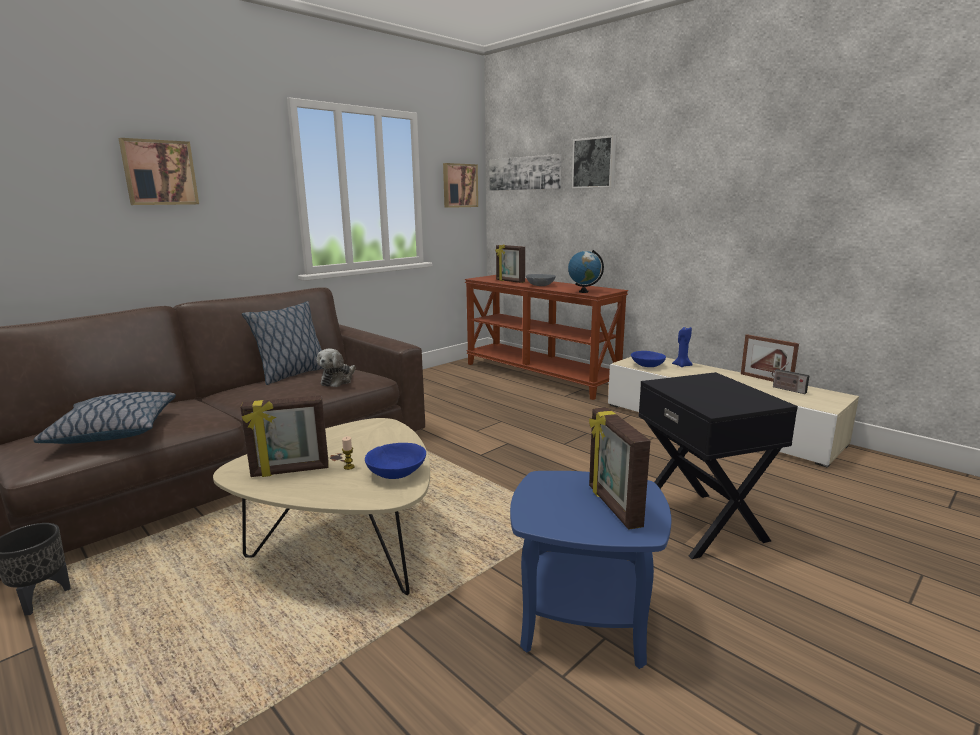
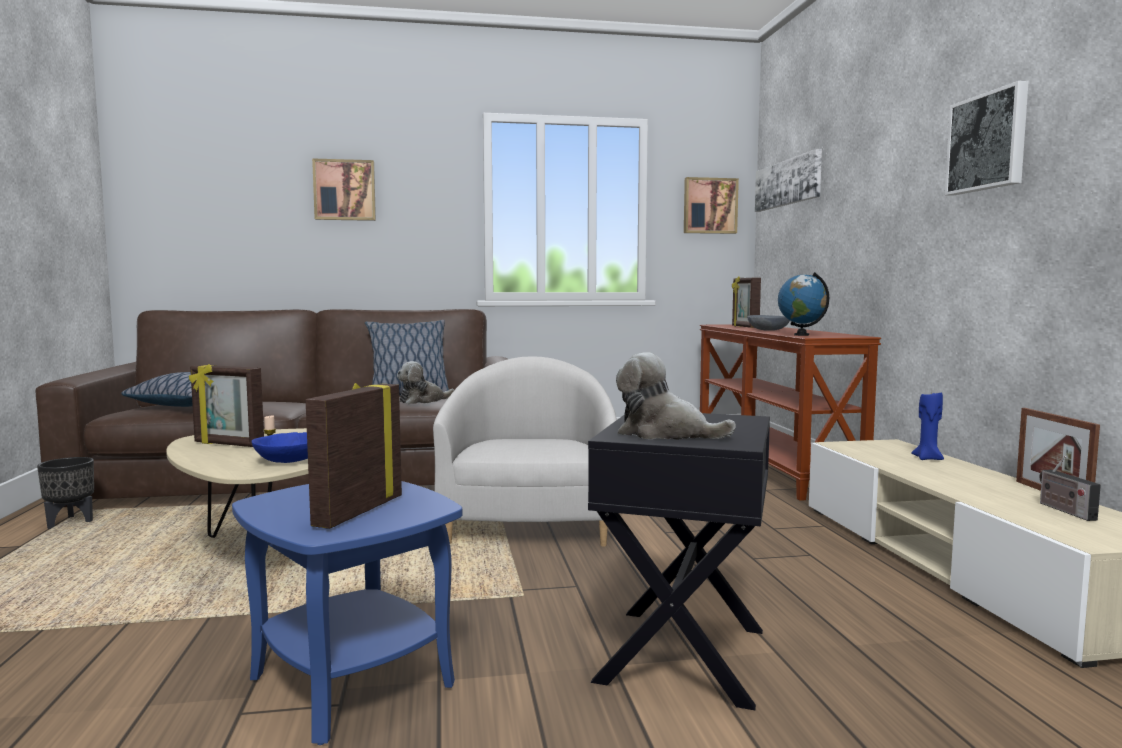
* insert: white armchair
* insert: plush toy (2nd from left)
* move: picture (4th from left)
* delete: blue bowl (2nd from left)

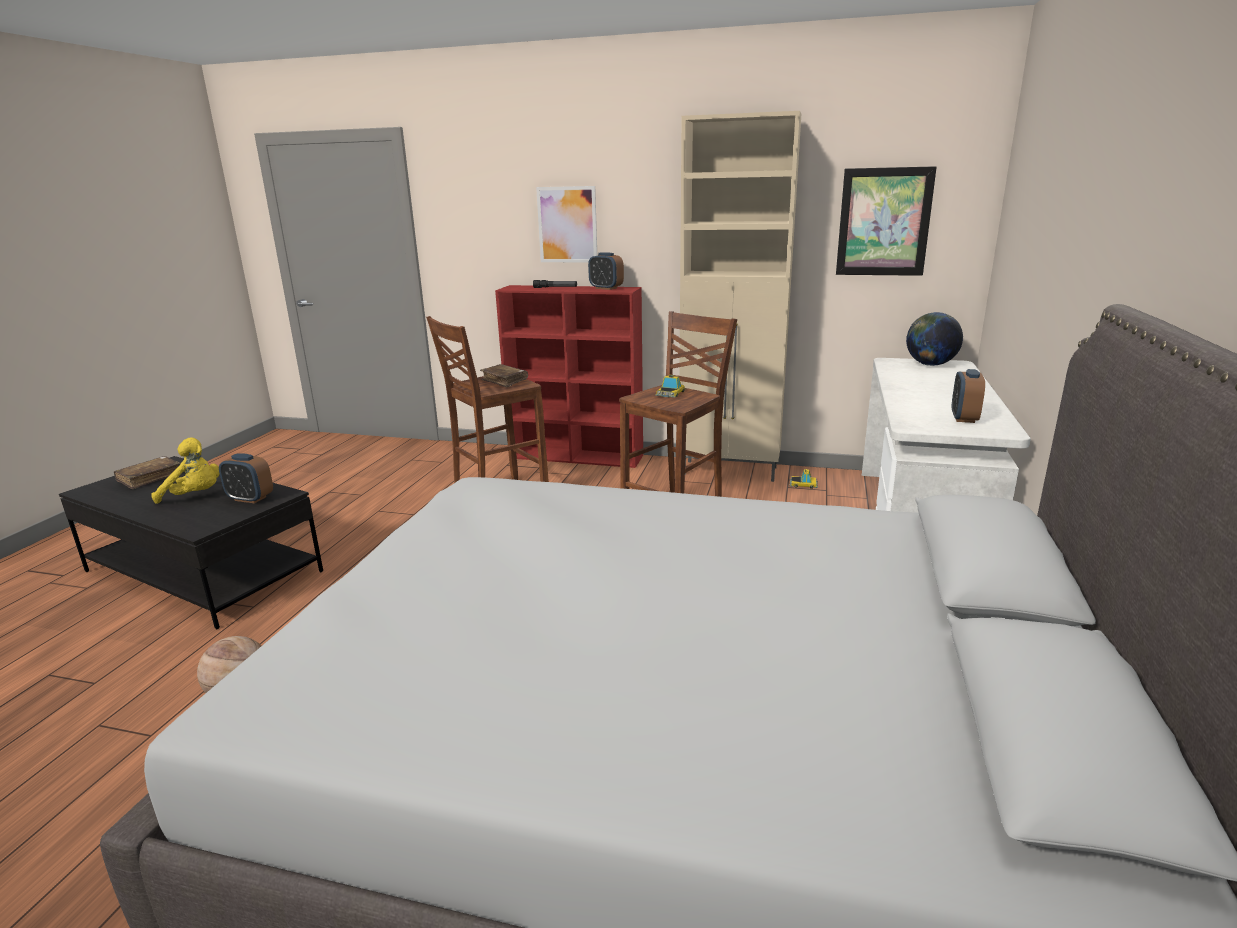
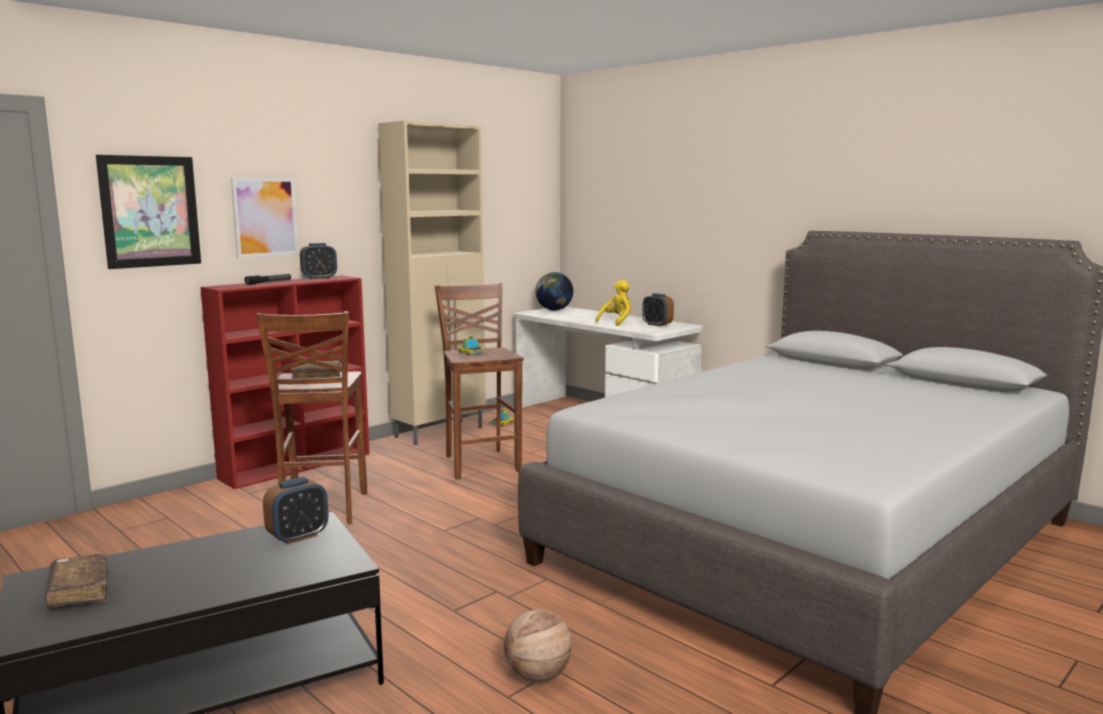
* move: picture (2nd from left in the first image) to picture (1st from left)
* move: yellow plush toy

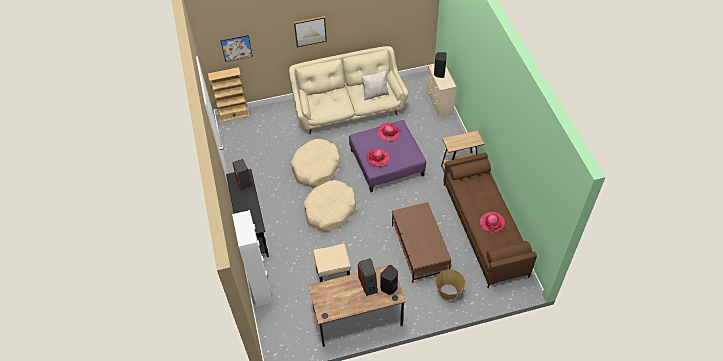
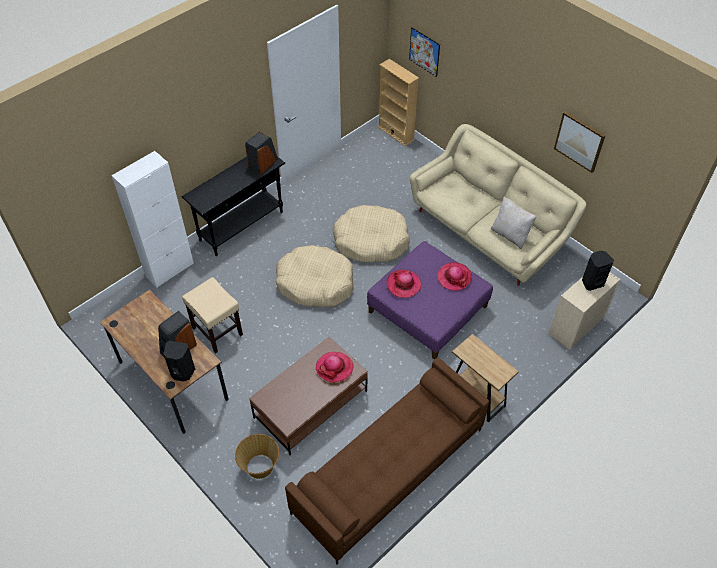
* move: hat (3rd from left in the first image) to hat (1st from left)
* move: picture (2nd from left)

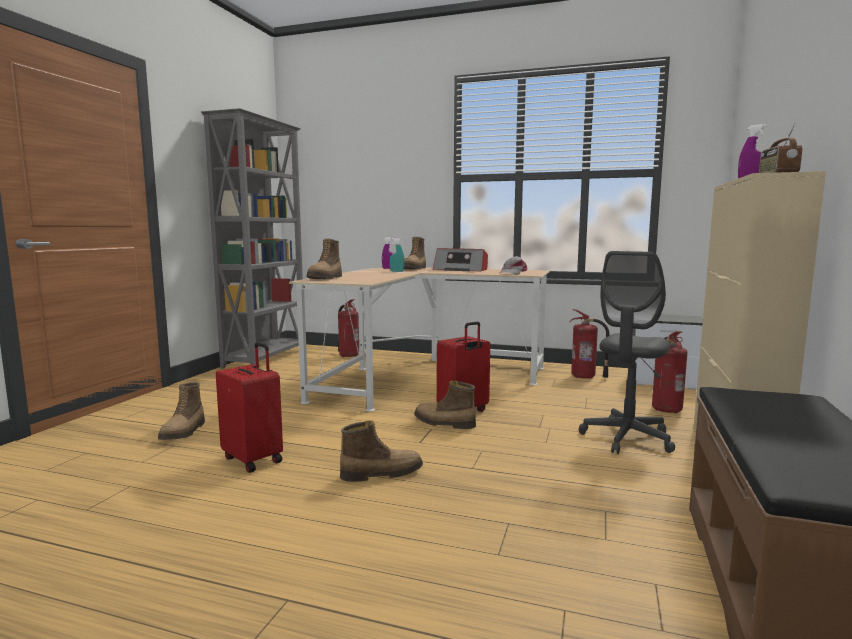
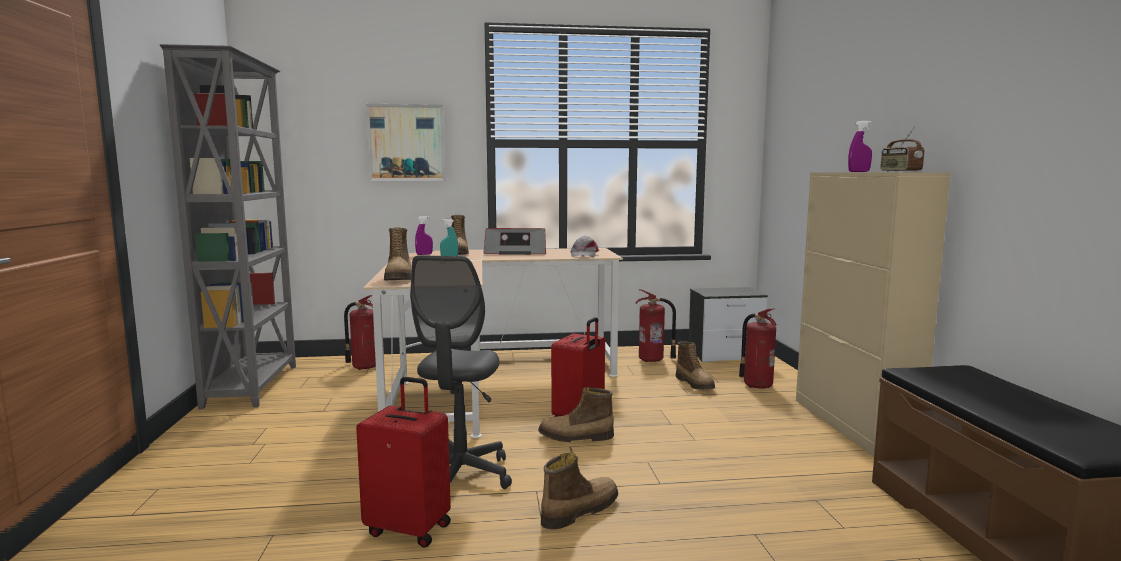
* insert: picture
* move: grey office chair
* move: boot (1st from left in the first image) to boot (5th from left)

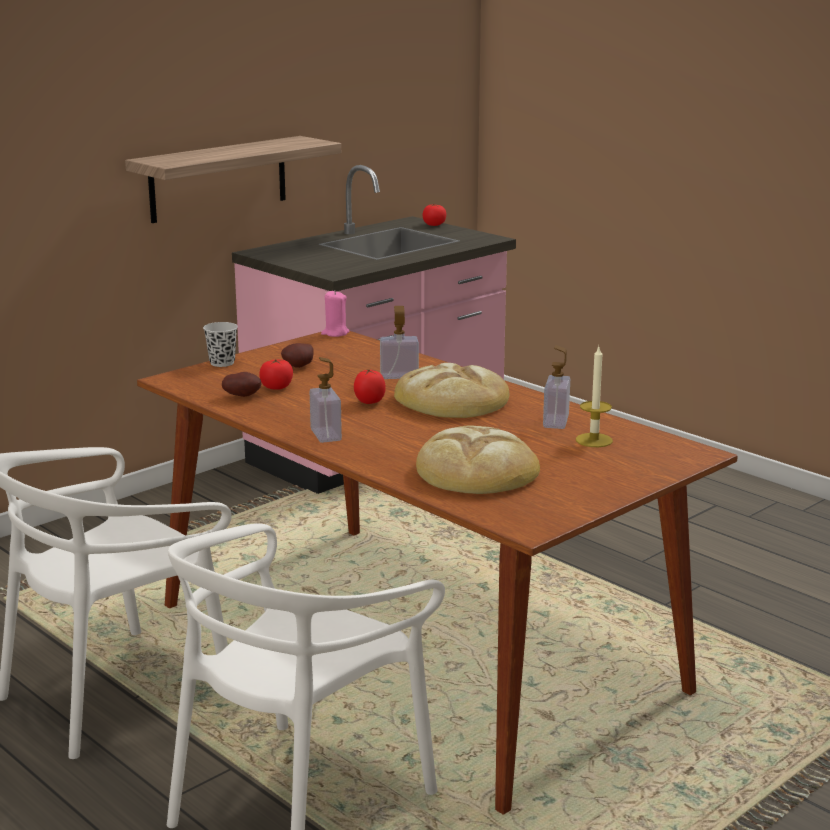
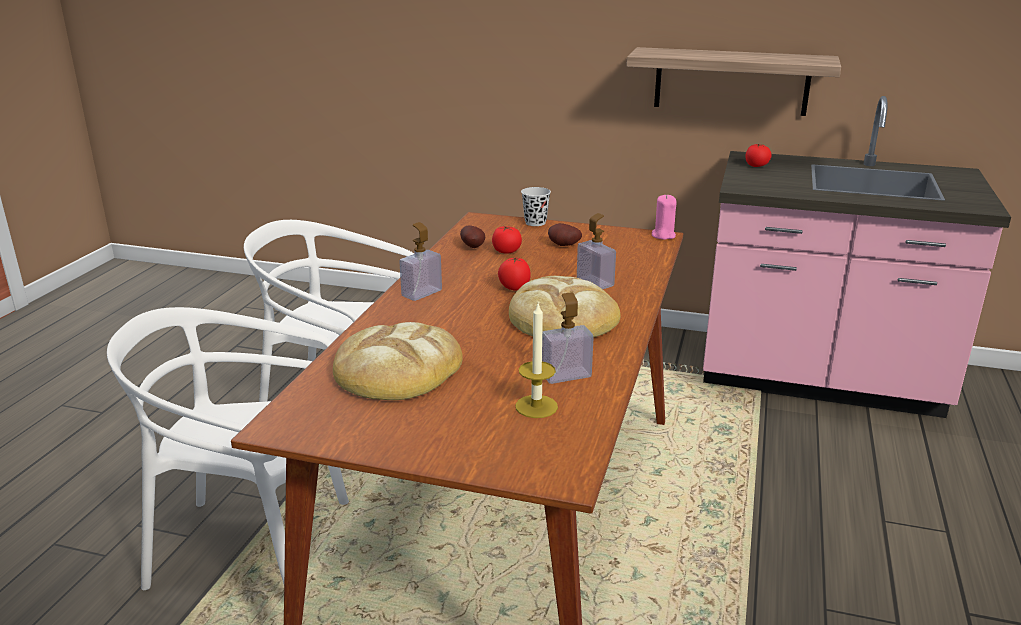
* move: tomato (3rd from left)

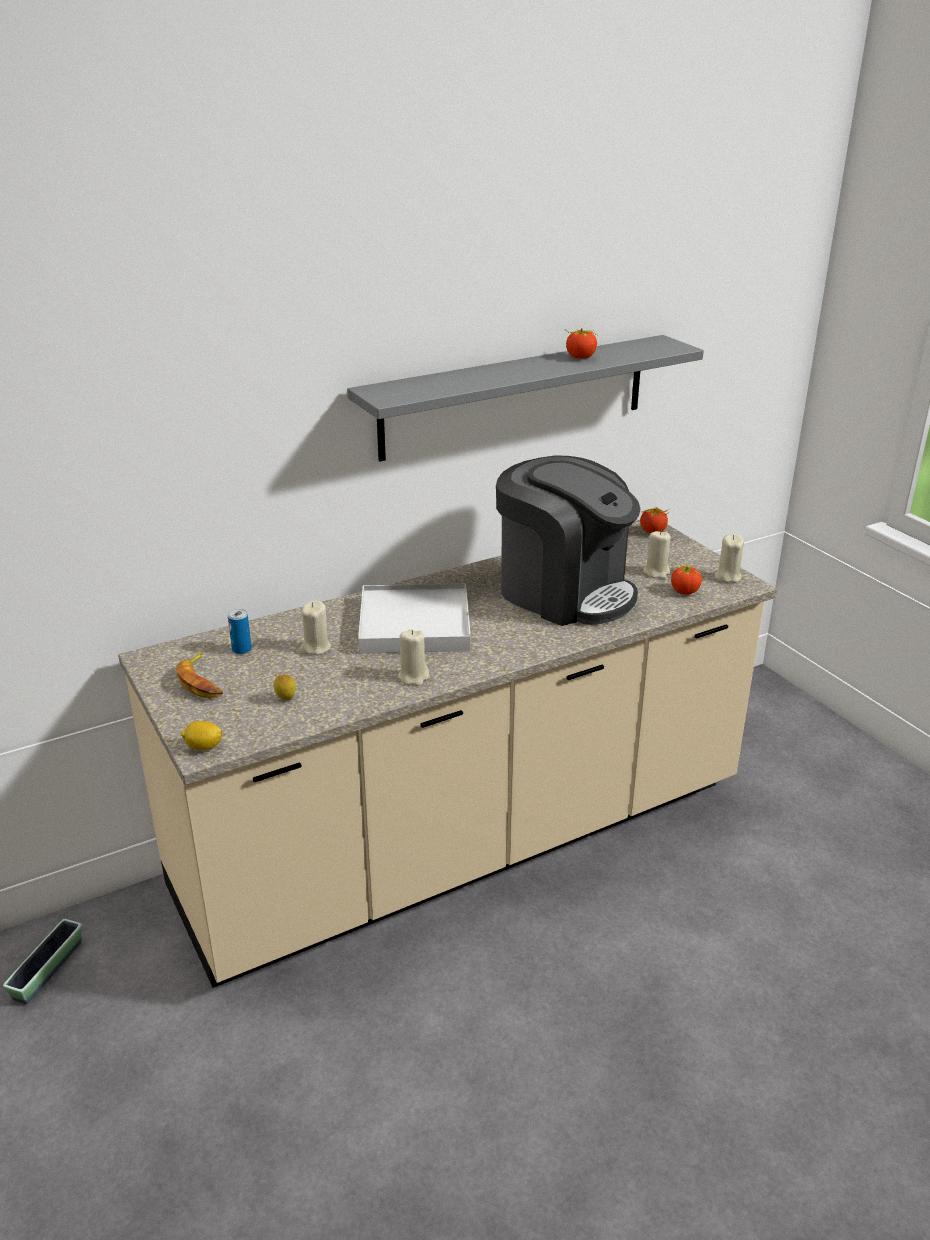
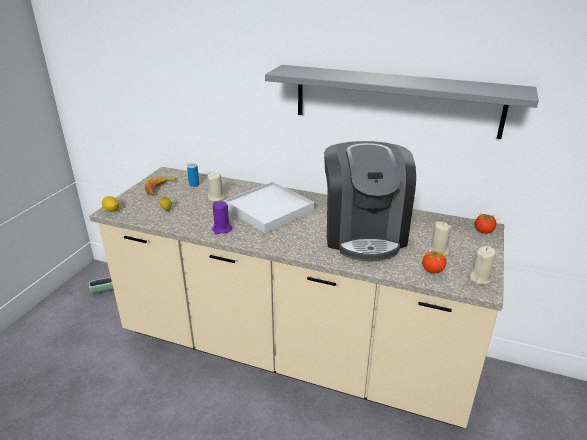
* recolor: beige candle (2nd from left) to purple candle
* delete: tomato (1st from left)

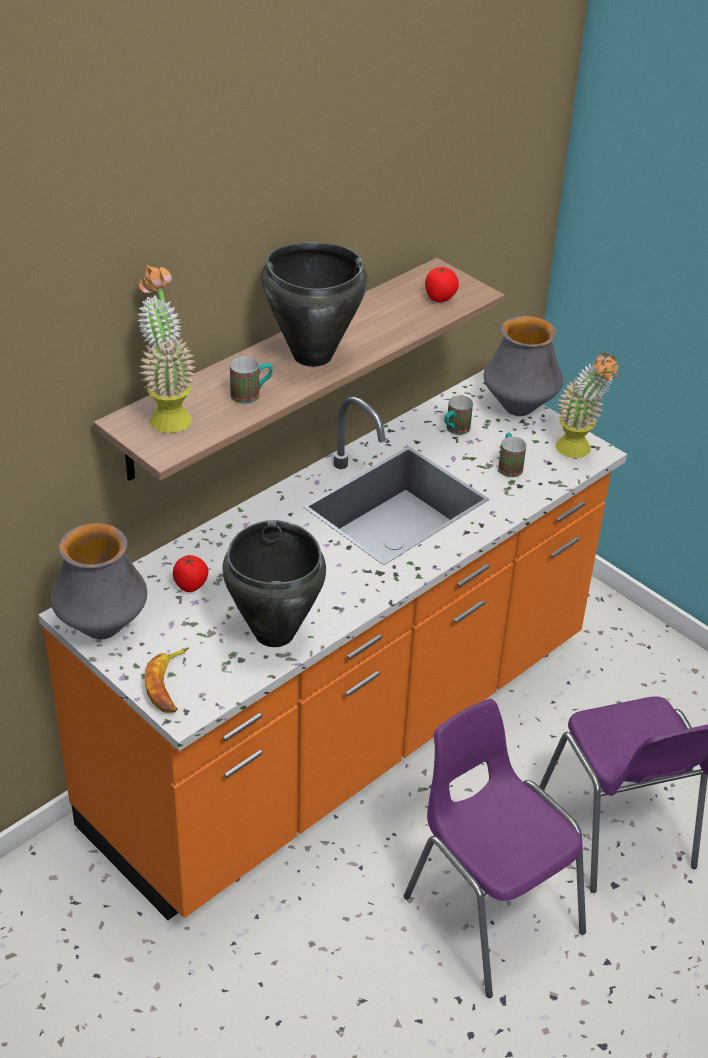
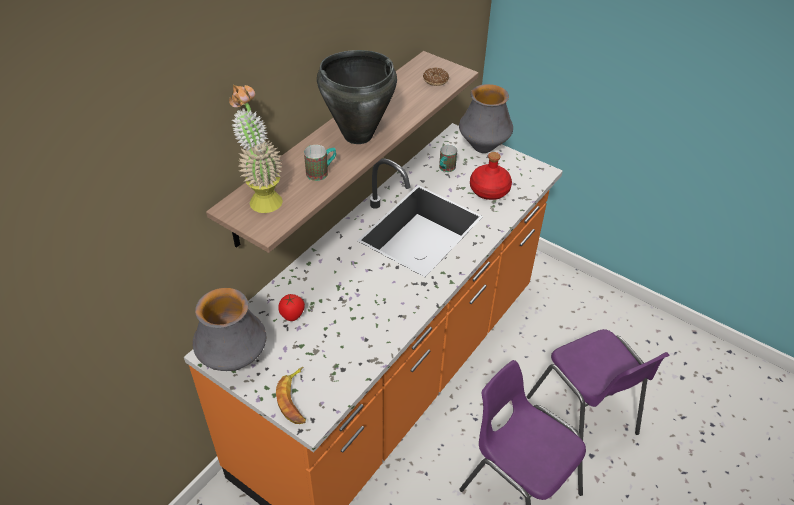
* replace: tomato (2nd from left) to donut
* replace: mug (3rd from left) to red bottle
* delete: black cooking pot (1st from left)
* delete: potted plant (2nd from left)

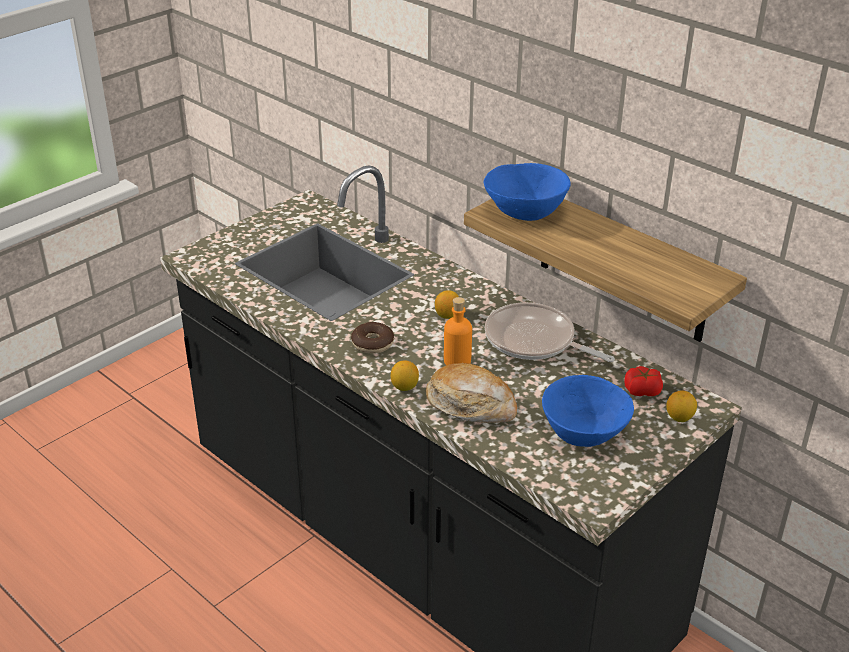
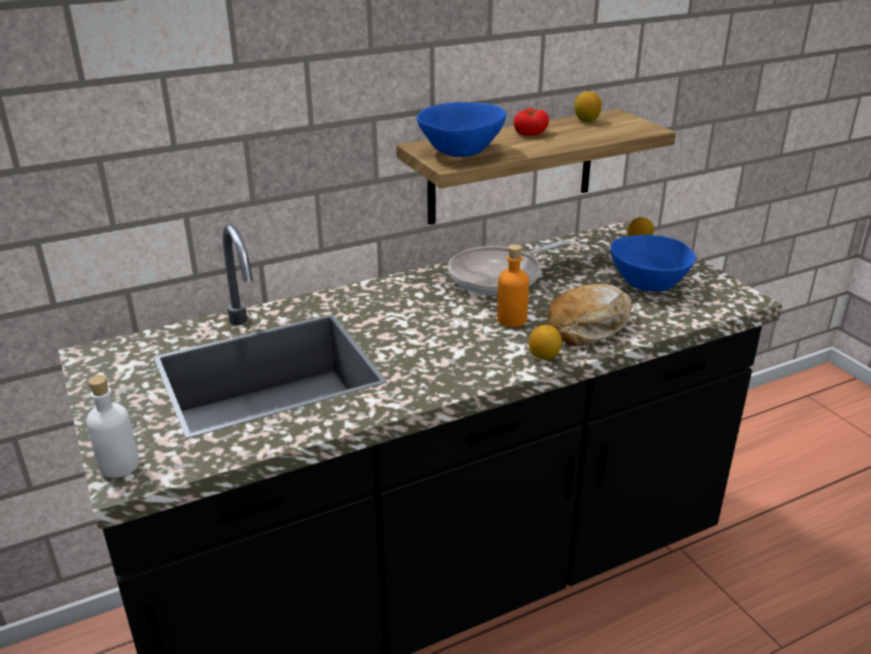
* insert: white bottle
* move: tomato
* move: lemon (2nd from left)
* delete: donut

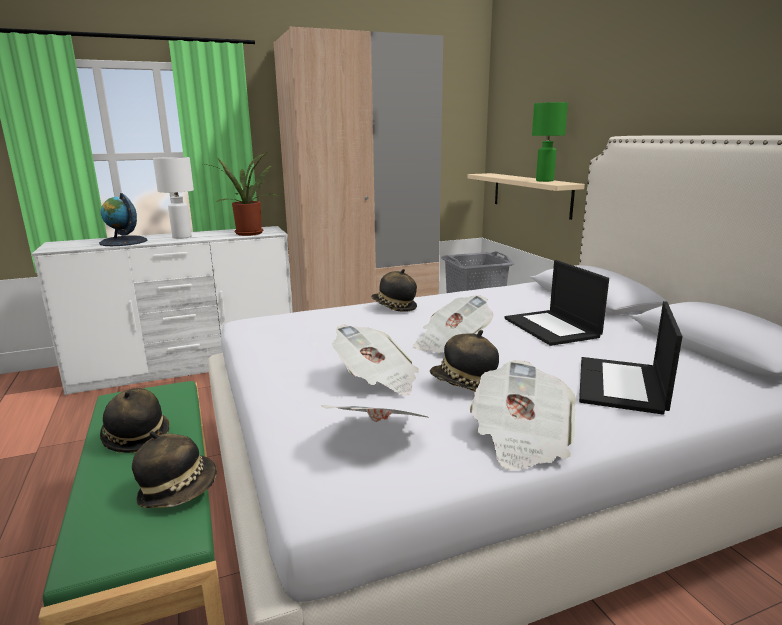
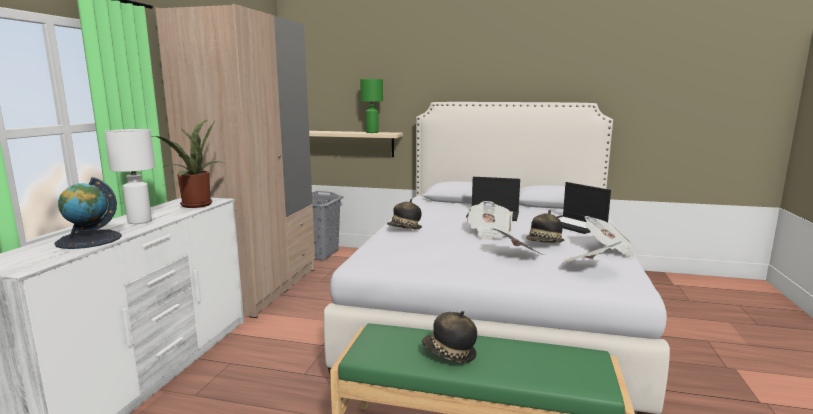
* delete: hat (2nd from left)

